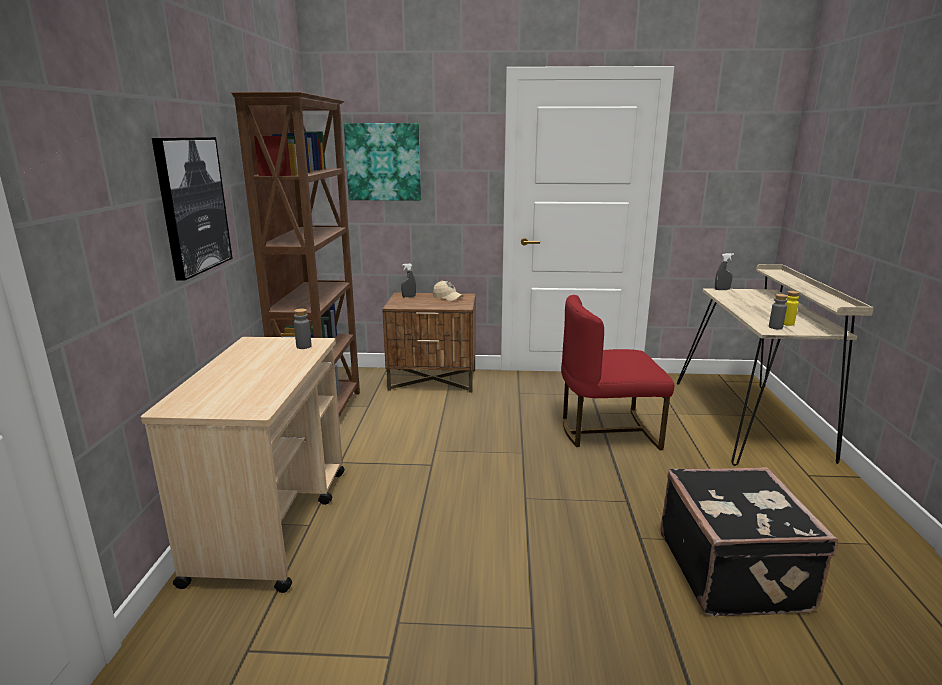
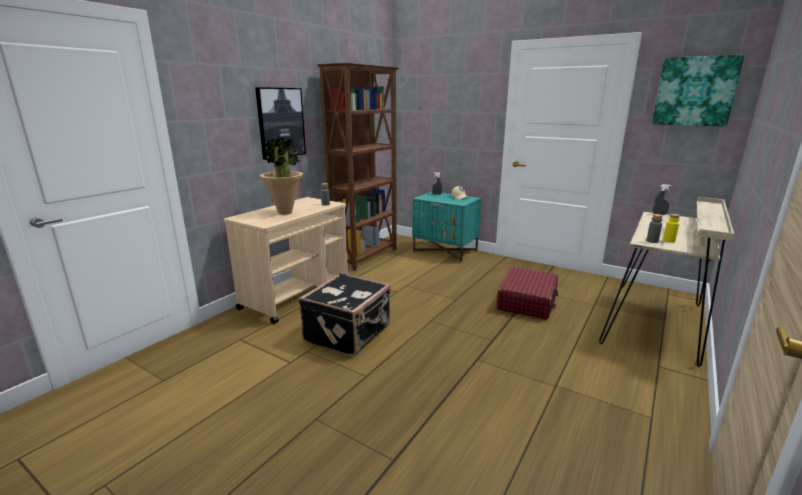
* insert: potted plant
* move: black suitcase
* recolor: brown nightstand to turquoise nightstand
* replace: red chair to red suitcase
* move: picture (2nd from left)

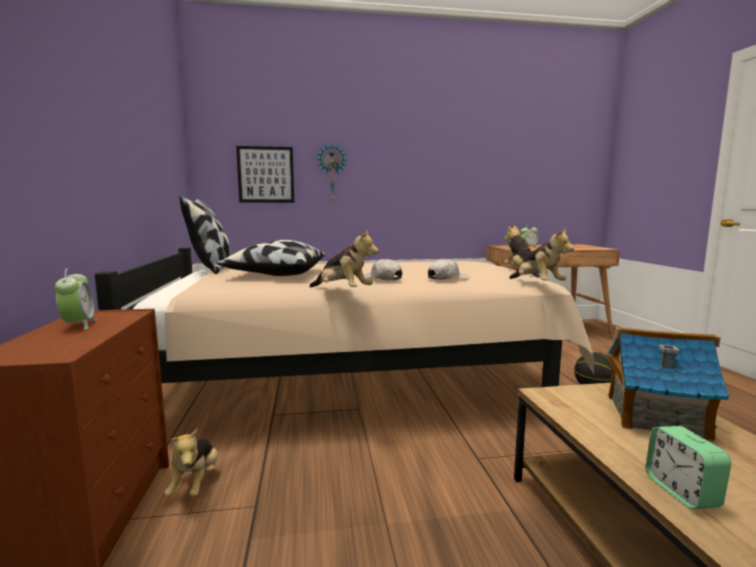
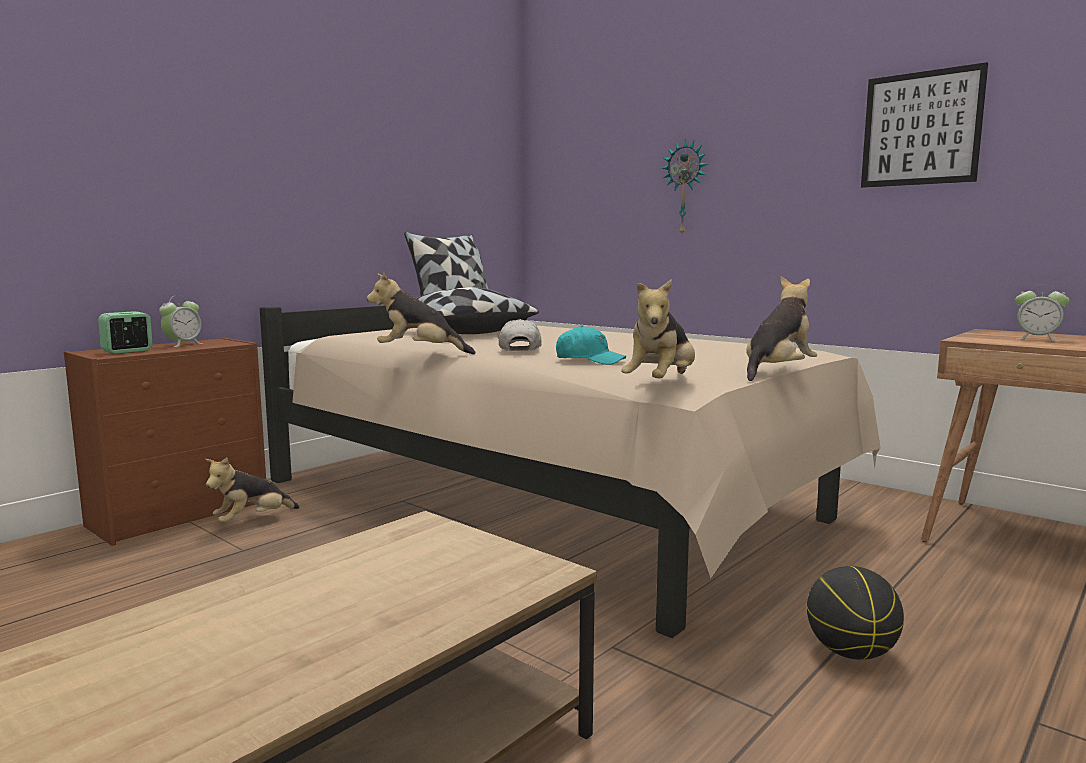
* move: alarm clock (3rd from left in the first image) to alarm clock (1st from left)
* rotate: plush toy (2nd from left) 105 degrees clockwise
* recolor: white cap (2nd from left) to turquoise cap
* move: picture
* delete: toy house

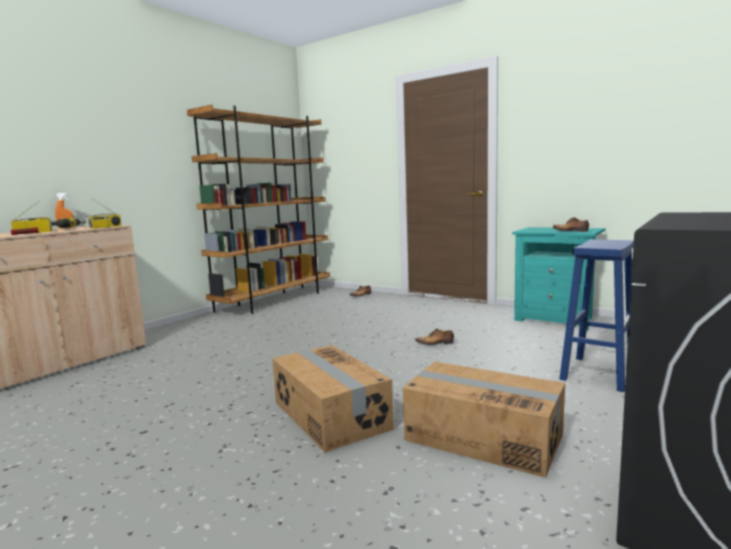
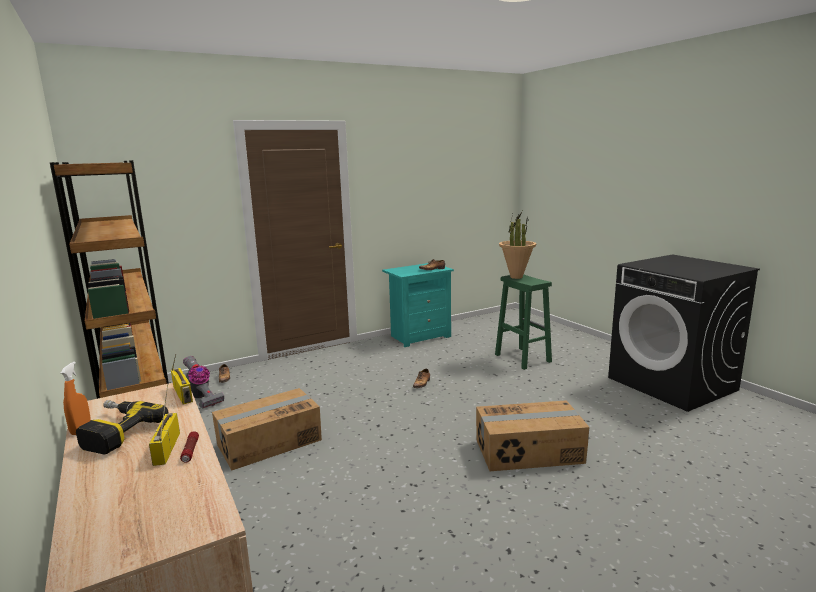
* insert: vacuum cleaner
* move: cardboard box (2nd from left in the first image) to cardboard box (1st from left)
* recolor: blue stool to green stool
* insert: potted plant

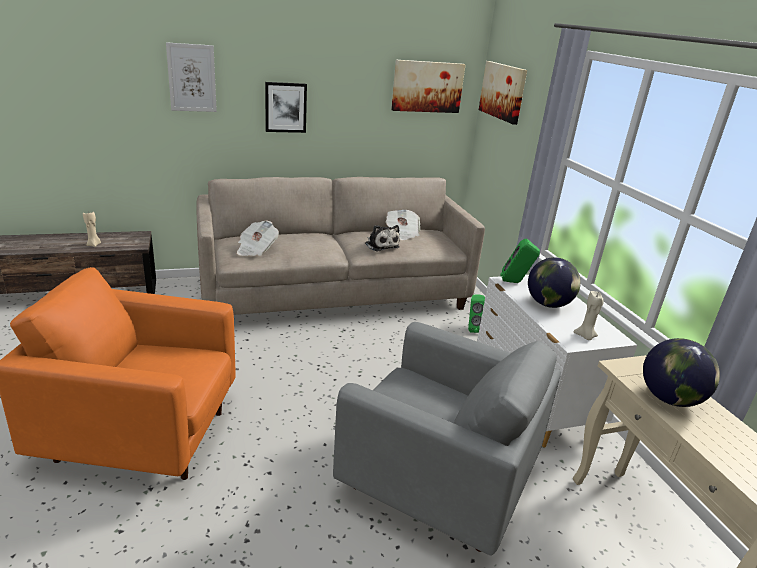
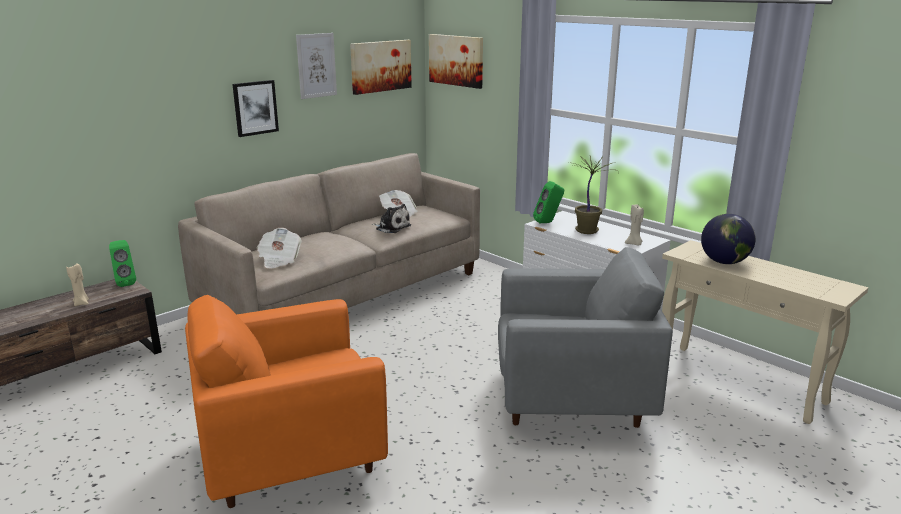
* move: green speaker (1st from left)
* move: picture (1st from left in the first image) to picture (2nd from left)
* replace: globe (1st from left) to potted plant

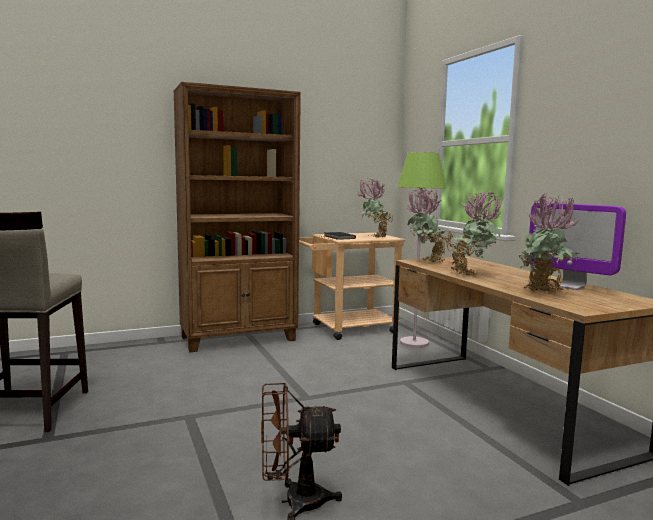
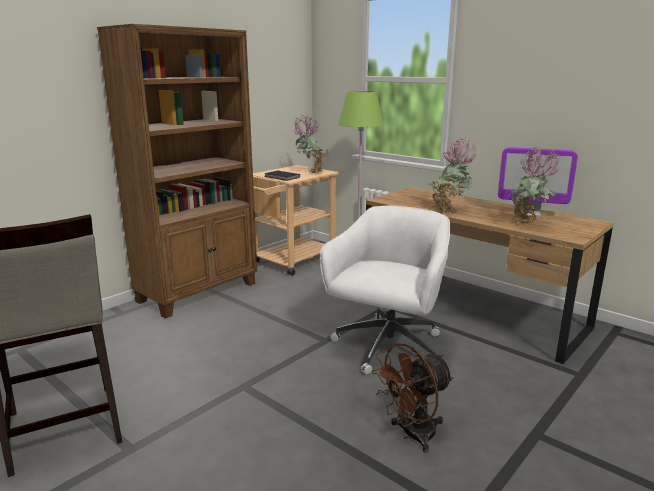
* insert: white office chair
* delete: potted plant (2nd from left)

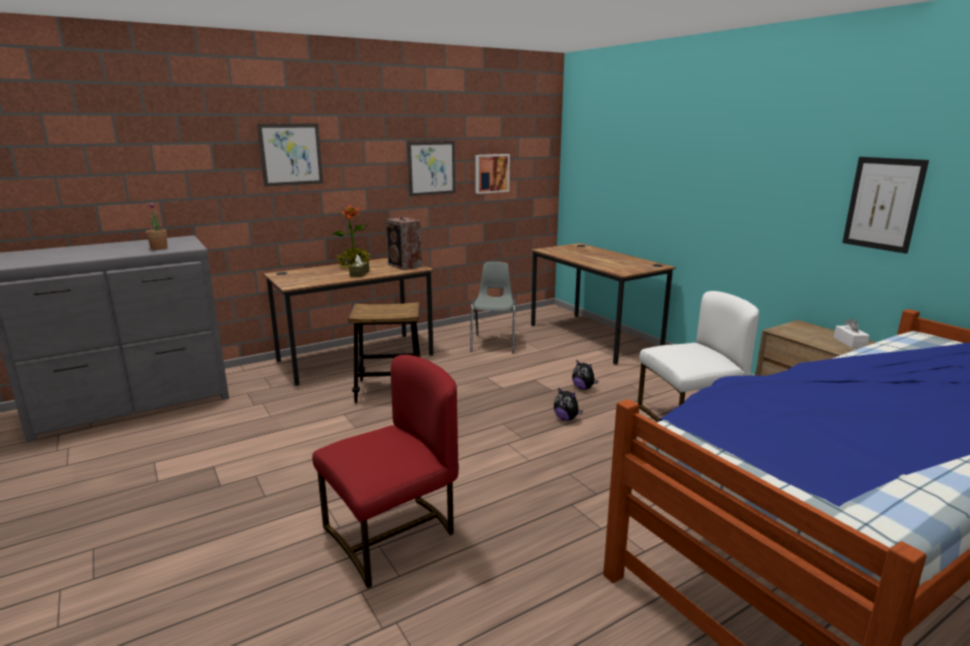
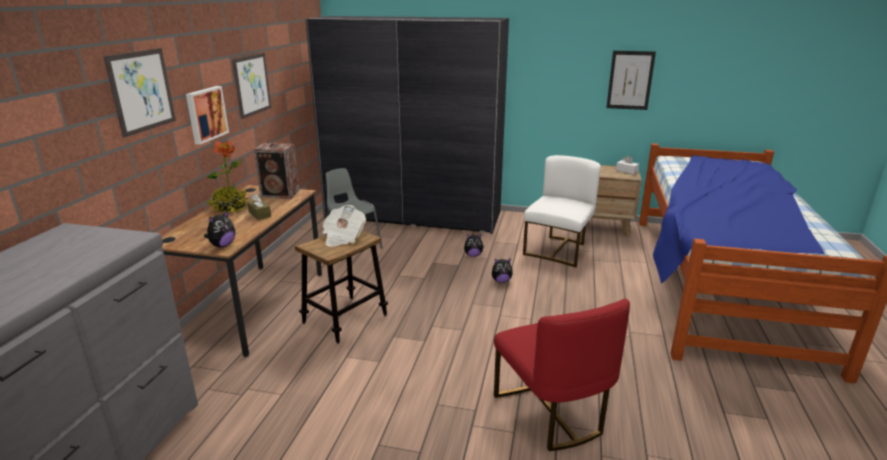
* move: picture (3rd from left in the first image) to picture (2nd from left)
* insert: plush toy (1st from left)
* replace: brown desk (2nd from left) to grey wardrobe
* insert: newspaper
* rotate: red chair 150 degrees clockwise
* delete: potted plant (1st from left)

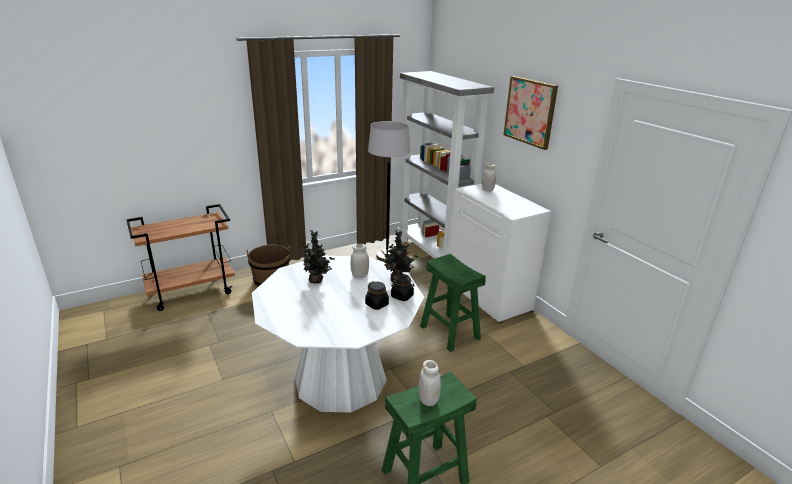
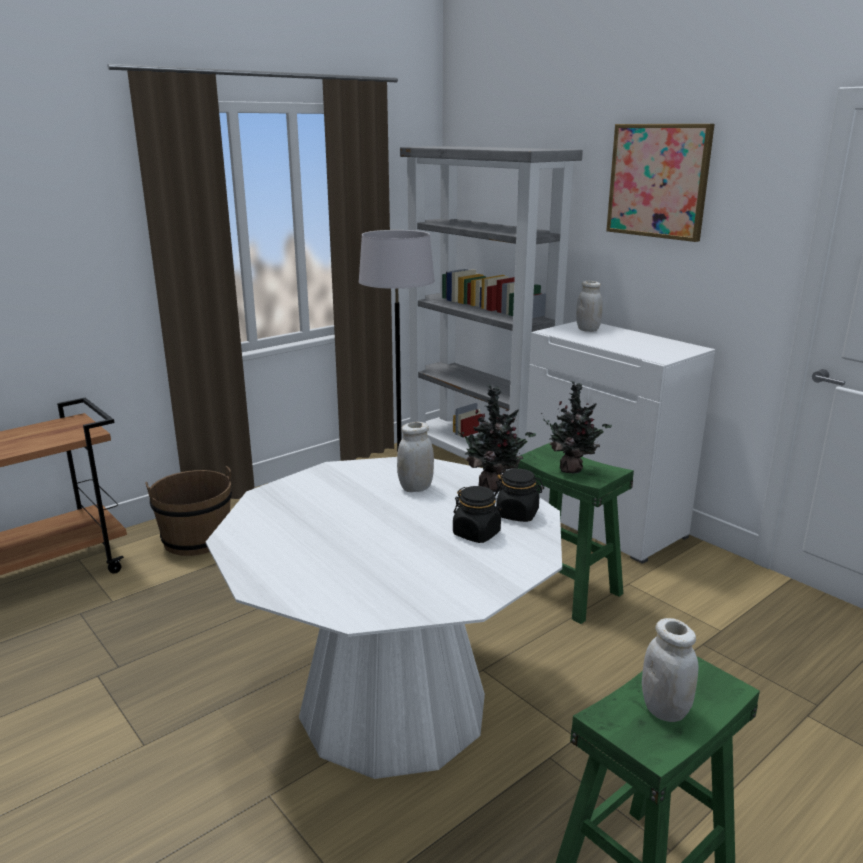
* move: potted plant (1st from left in the first image) to potted plant (2nd from left)

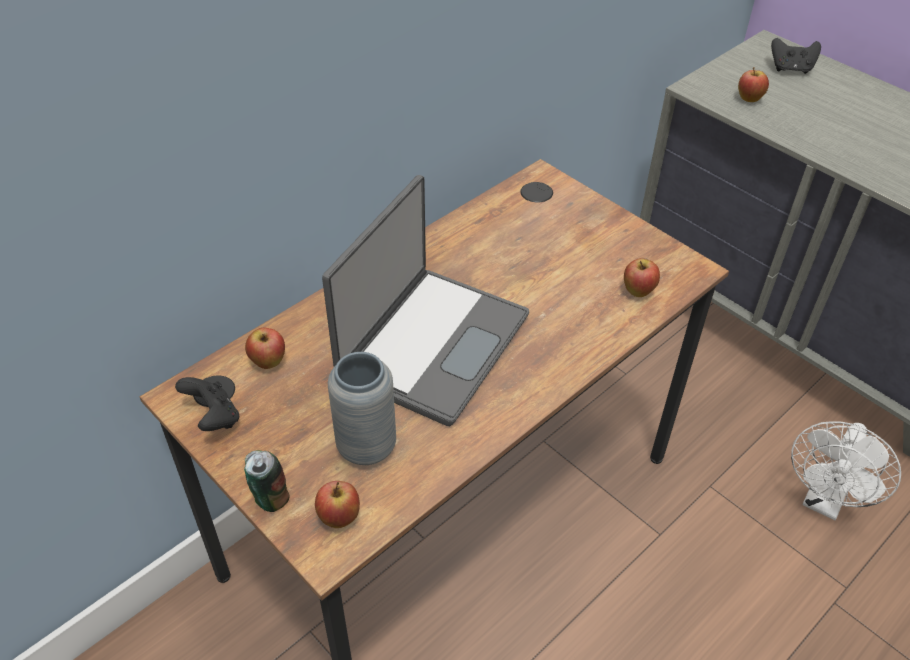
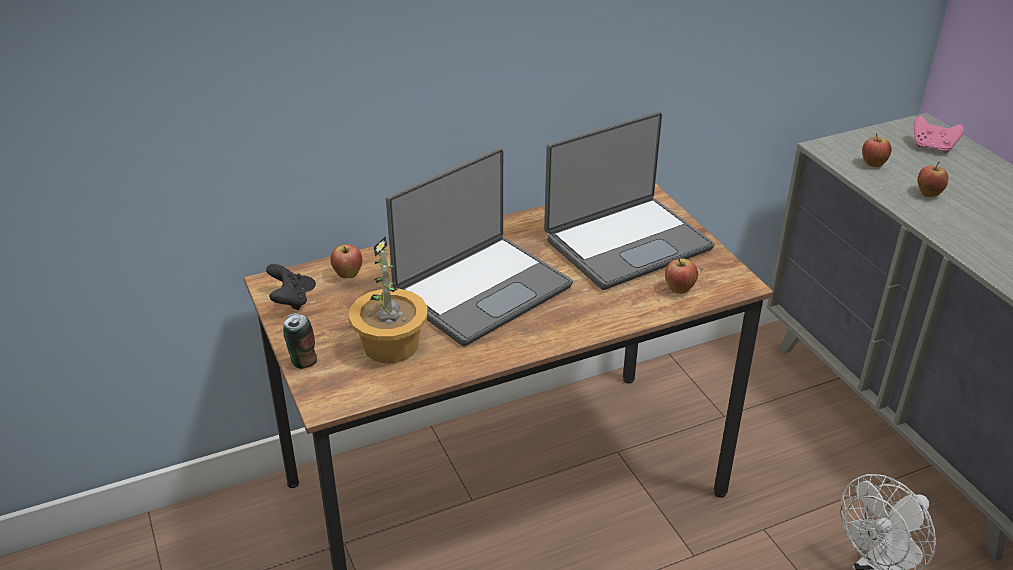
* replace: grey vase to potted plant
* insert: laptop (2nd from left)
* recolor: black game controller (2nd from left) to pink game controller
* move: apple (2nd from left in the first image) to apple (4th from left)

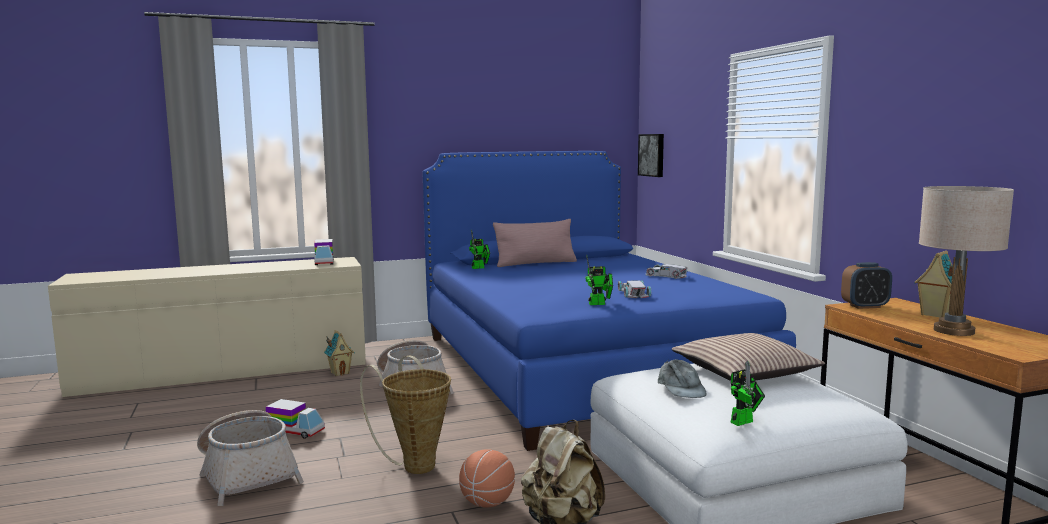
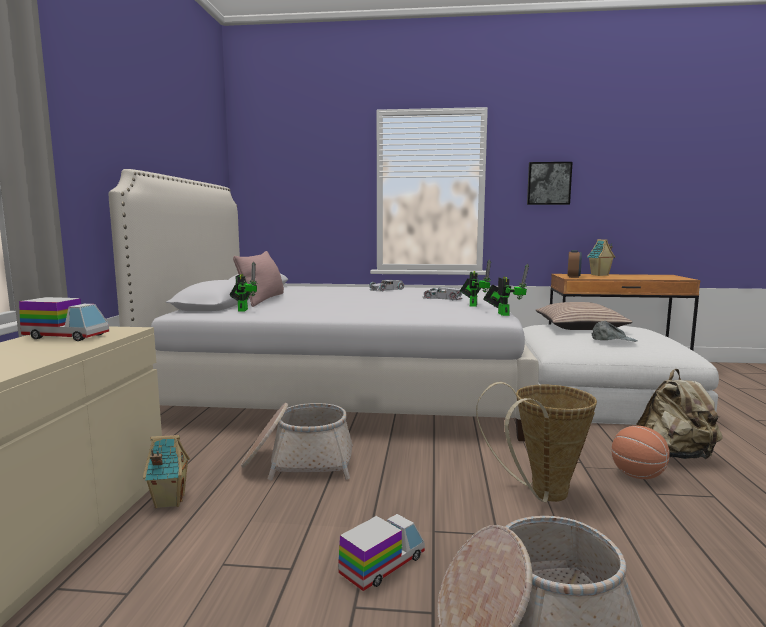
* recolor: blue bed to white bed
* move: toy robot (3rd from left)
* move: picture
* delete: beige table lamp

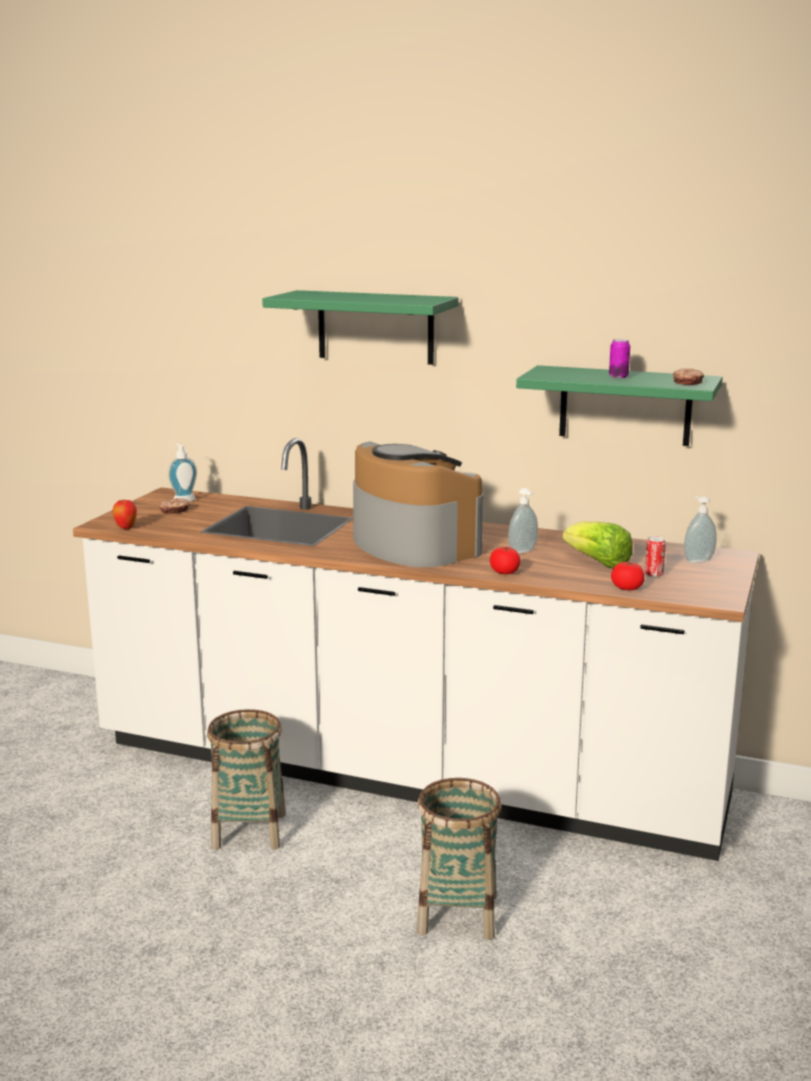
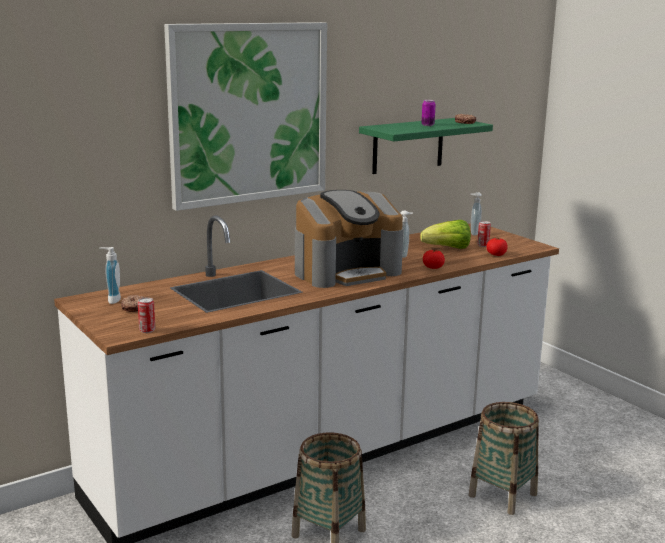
* replace: apple to can (1st from left)
* replace: green shelf (1st from left) to picture
* rotate: coffee machine 150 degrees clockwise

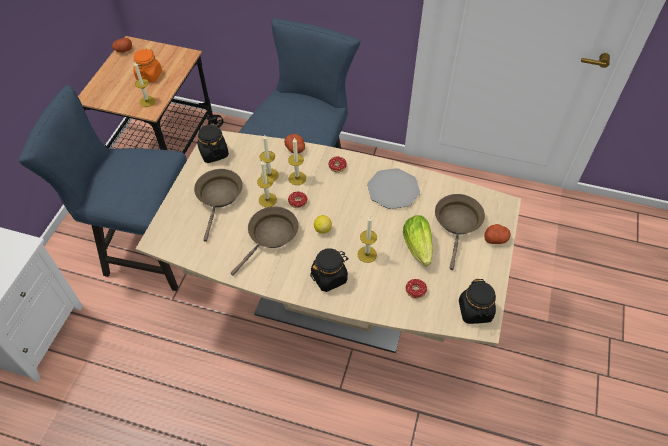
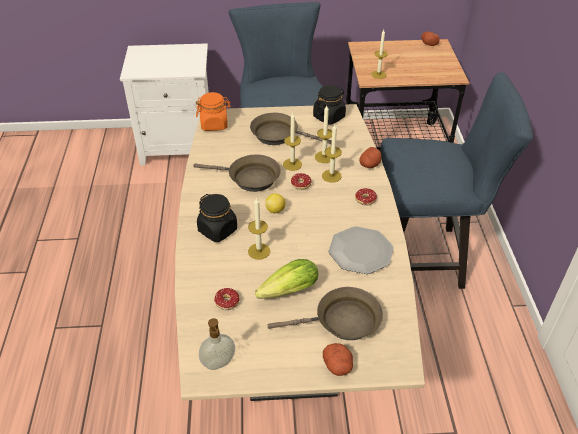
* move: orange jar
* replace: black jar (3rd from left) to soap dispenser
* rotate: brown frying pan (1st from left in the first image) 150 degrees counterclockwise

